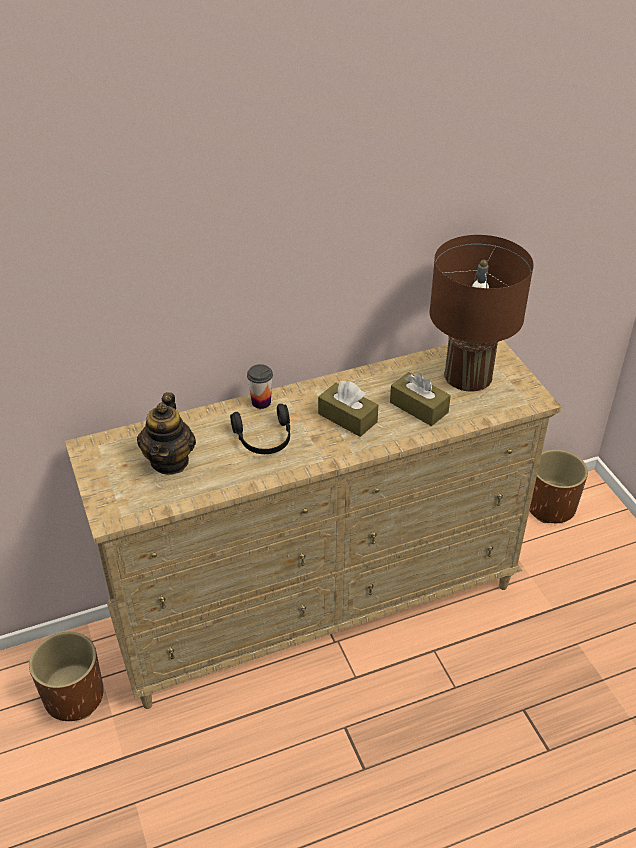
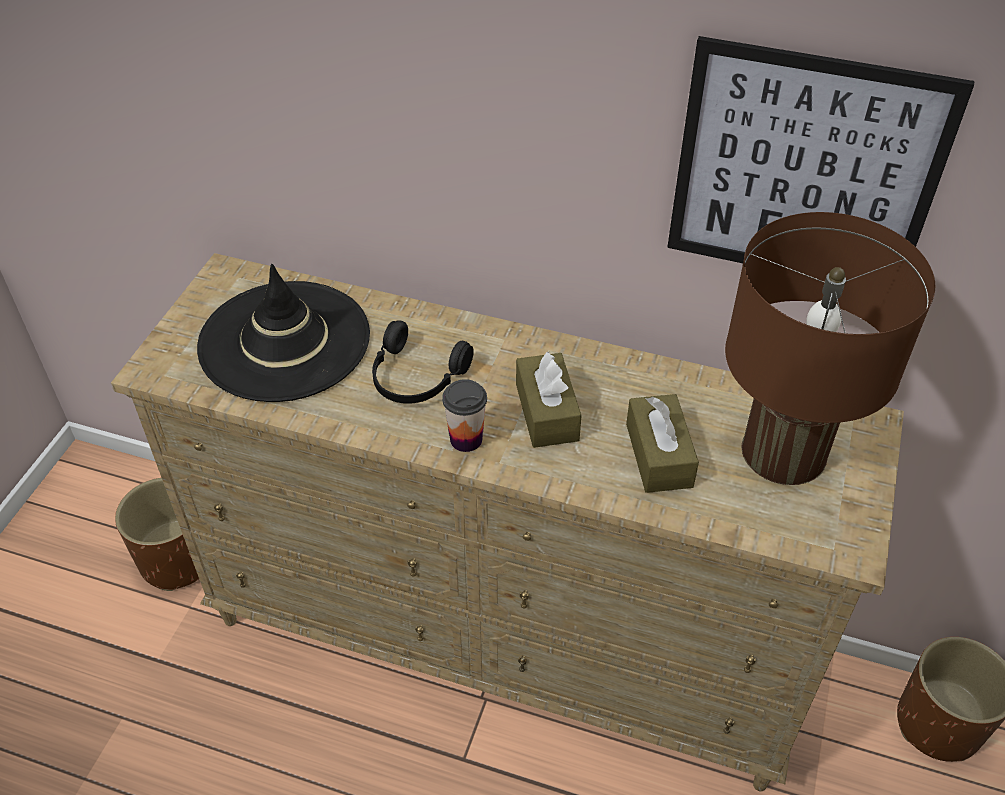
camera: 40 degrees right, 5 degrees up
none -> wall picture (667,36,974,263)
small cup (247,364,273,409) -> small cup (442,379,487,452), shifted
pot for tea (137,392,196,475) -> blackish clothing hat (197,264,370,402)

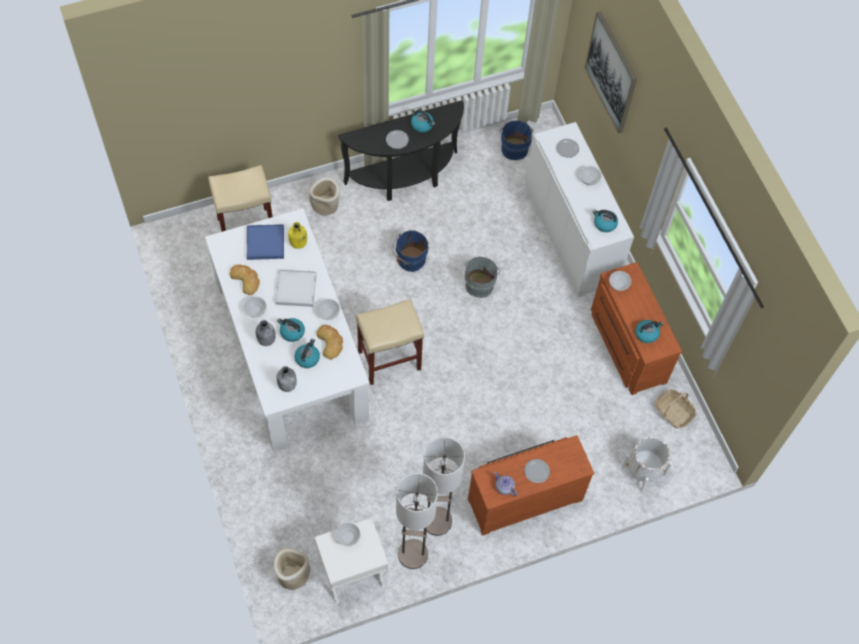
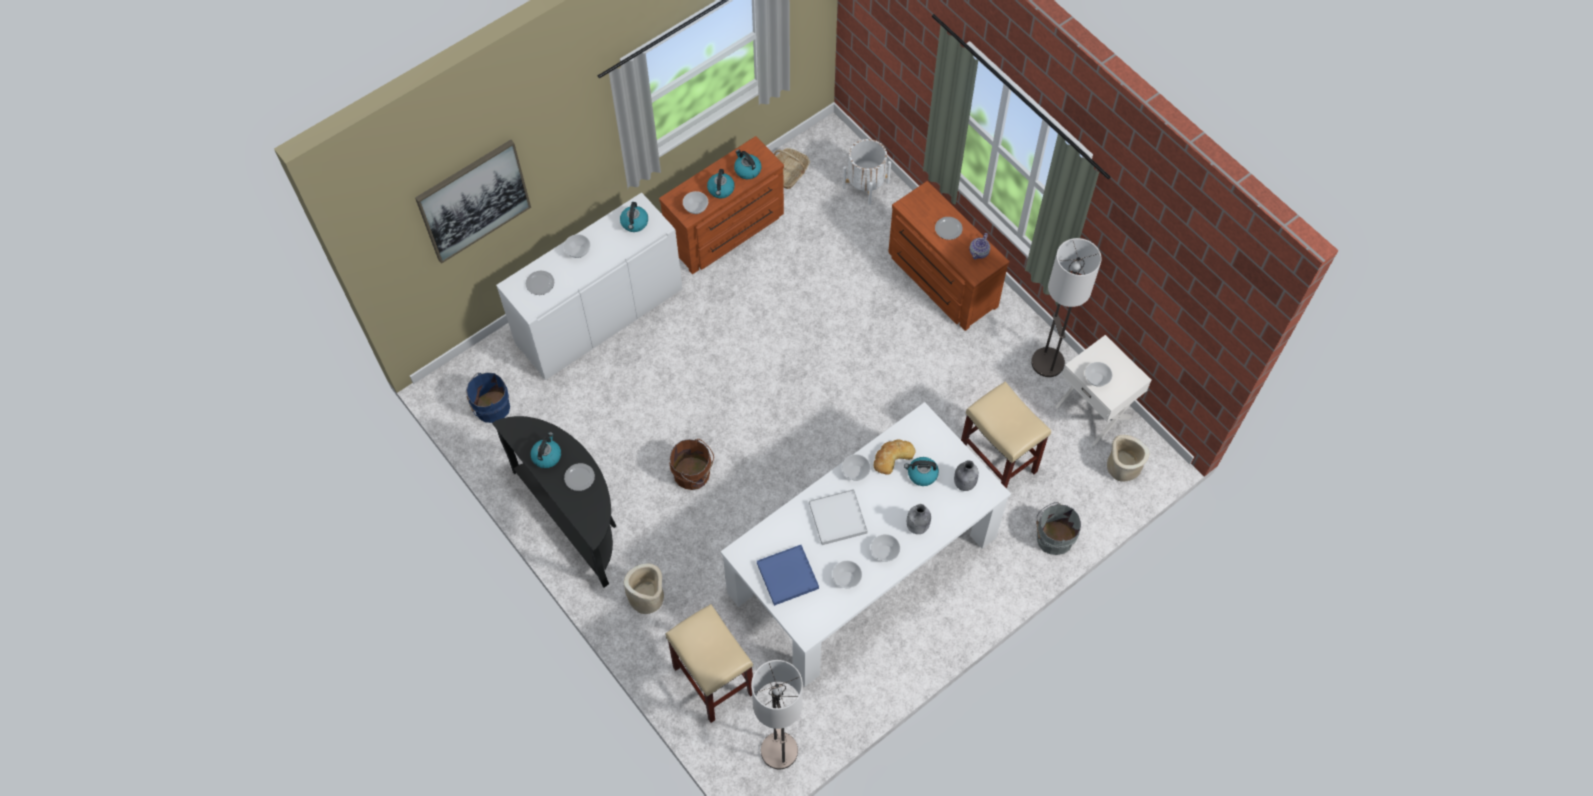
camera: 105 degrees left, 0 degrees up
yellow beverage bottle (288,222,307,249) -> none
tea kettle (277,318,305,342) -> tea kettle (707,169,735,198), shifted
beige stool (356,299,424,385) -> beige stool (961,382,1051,489), shifted
standing lamp (423,437,465,536) -> standing lamp (751,660,803,769), shifted
greyish pail (465,257,500,298) -> greyish pail (1036,502,1081,555), shifted
bread (230,265,260,295) -> serving bowl (833,561,862,588)
bluish pail (392,230,429,272) -> brown-coloured pail (670,439,714,490)

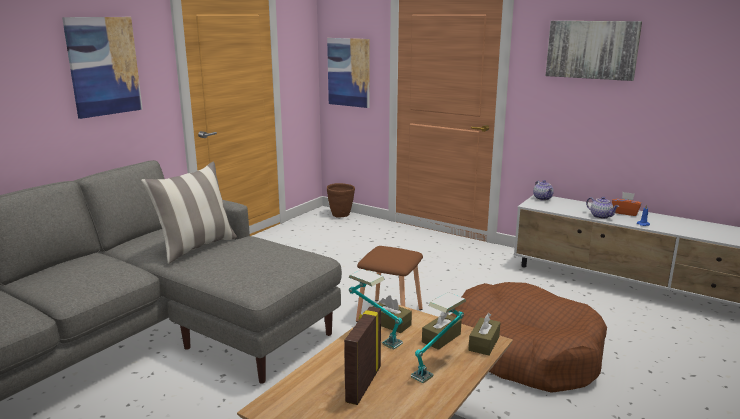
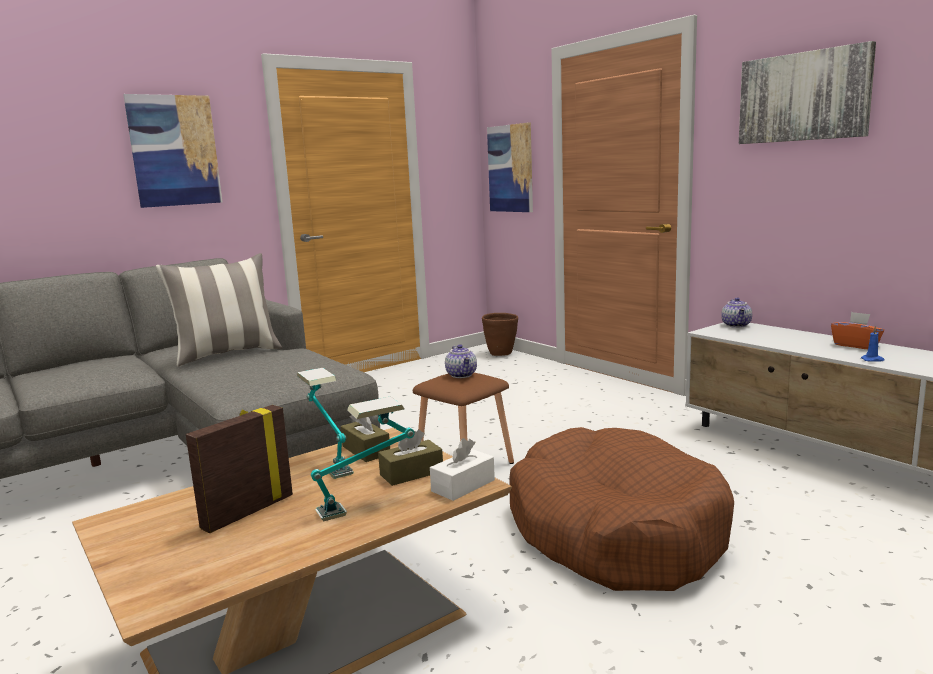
camera: 20 degrees right, 5 degrees down
pot for tea (586,197,619,219) -> pot for tea (445,344,477,378), shifted
brown-coloured tissue box (469,313,501,356) -> white-coloured tissue box (430,438,495,501)

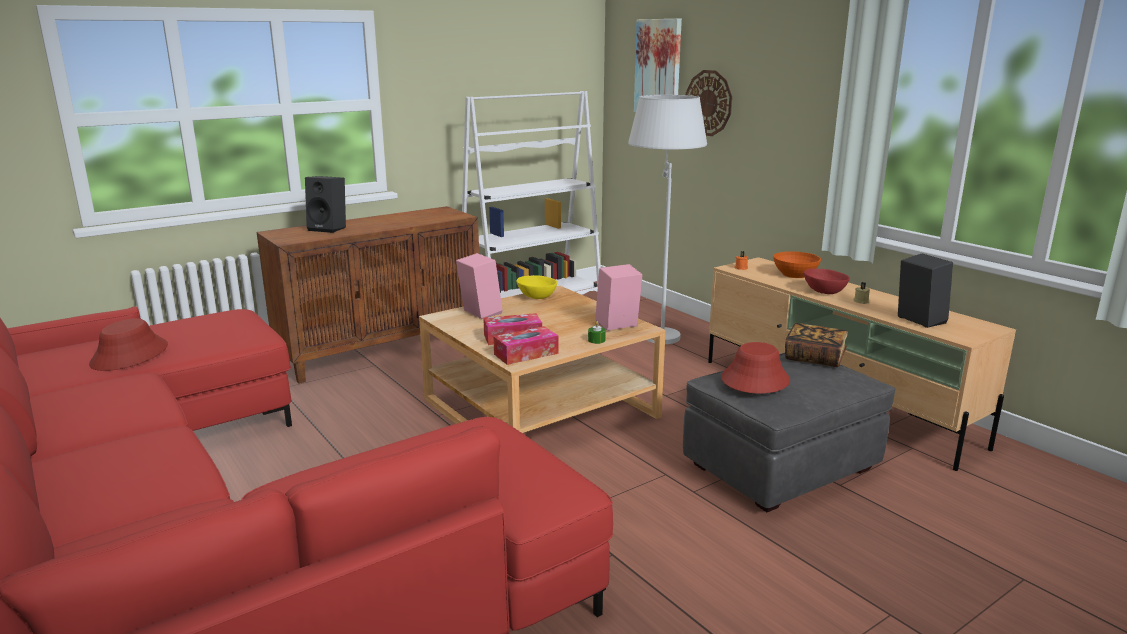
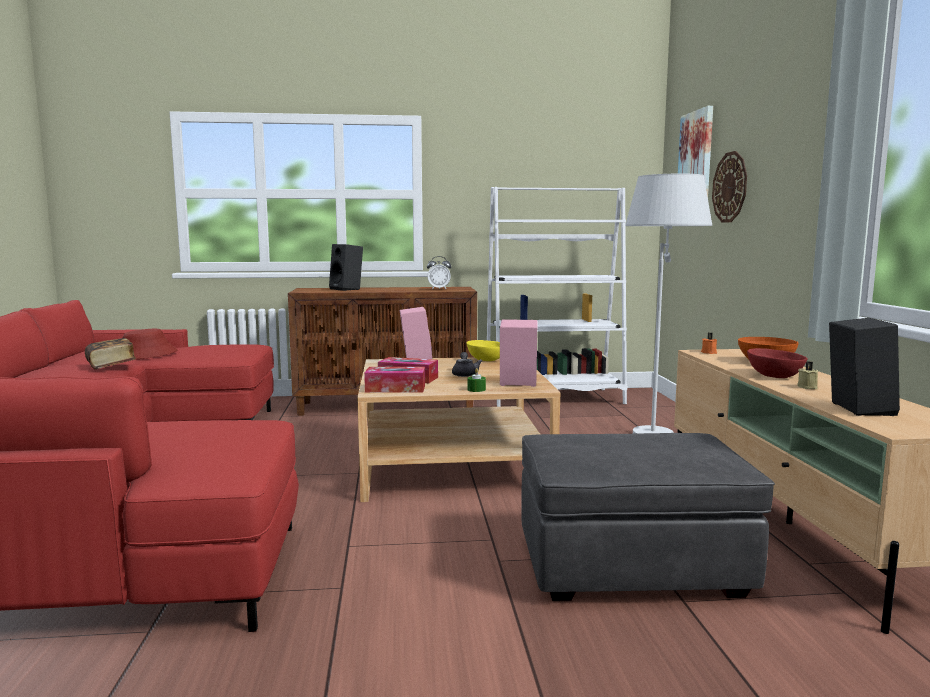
camera: 30 degrees right, 10 degrees down
red-coloured clothing hat (721,342,790,393) -> none
none -> alarm clock (427,256,451,290)
none -> greyish pot for tea (452,352,482,377)
book (785,323,848,367) -> book (85,338,136,369), shifted

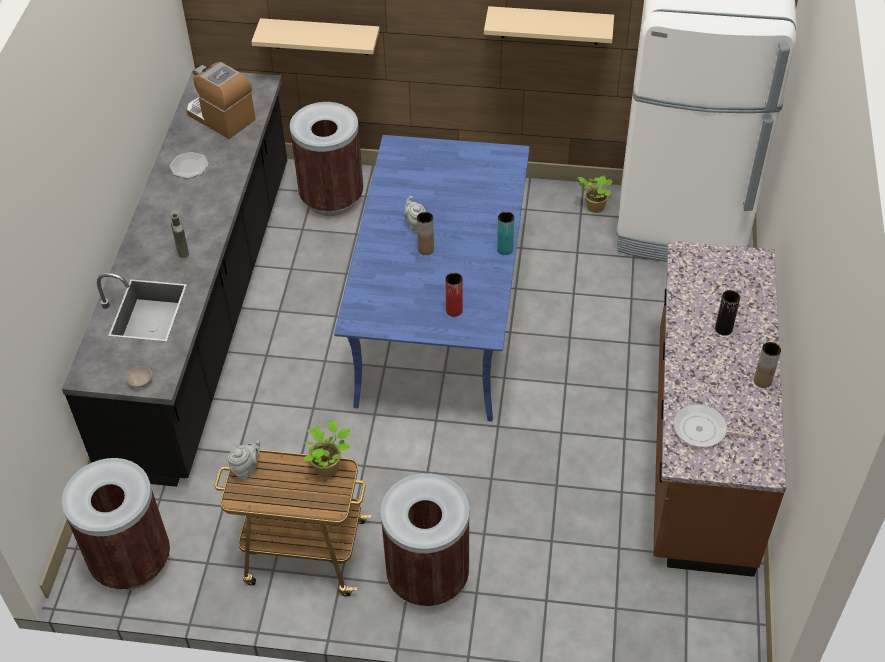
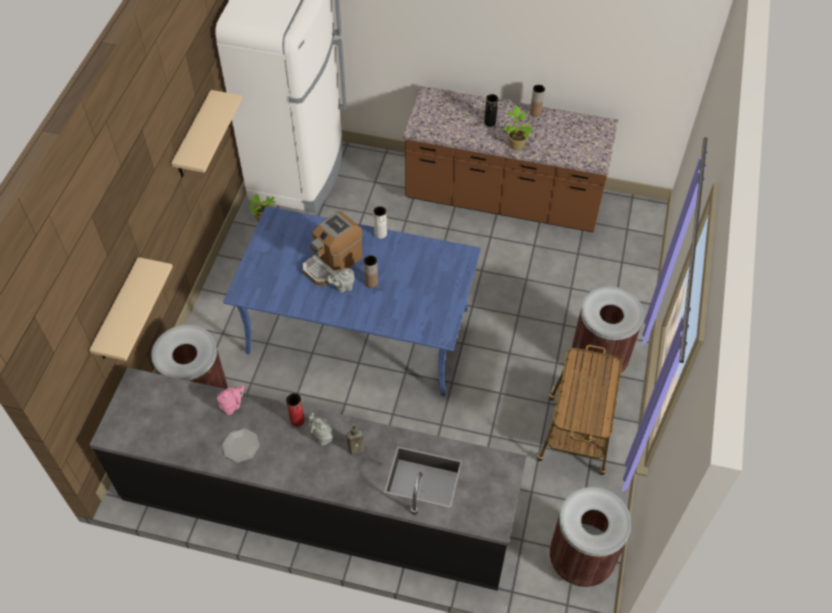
camera: 85 degrees left, 5 degrees up
beige serving bowl (126,366,152,388) -> none
frying pan (673,404,758,447) -> none
none -> pink-coloured pot for tea (217,385,244,415)
coffee brewer (187,62,256,139) -> coffee brewer (303,211,363,286), shifted
greyish pot for tea (228,441,260,480) -> greyish pot for tea (309,413,333,446), shifted
houseplant (304,420,350,478) -> houseplant (503,106,533,150), shifted
red-coloured flower vase (445,273,463,317) -> red-coloured flower vase (286,393,305,427), shifted
blue-green flower vase (497,212,514,255) -> white-coloured flower vase (373,206,387,239)

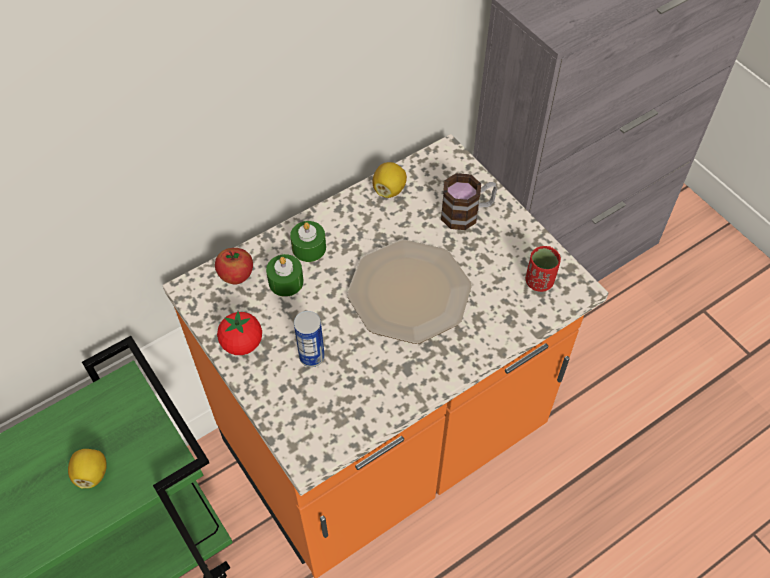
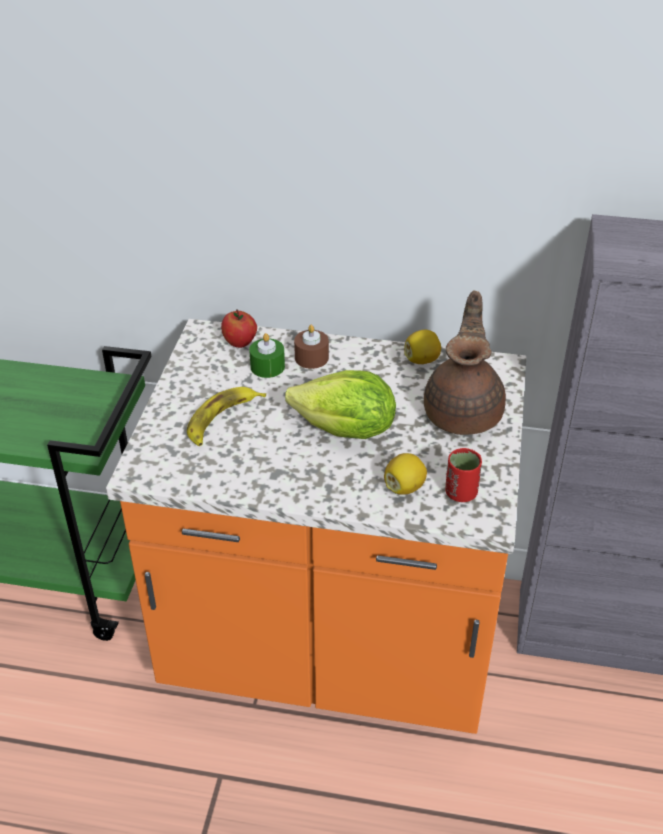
camera: 45 degrees right, 15 degrees down
whole tomato (217,311,262,355) -> none
lemon (68,449,107,489) -> lemon (384,453,427,495), shifted
can (294,311,325,367) -> banana fruit (187,387,266,446)
dinner plate (347,239,472,344) -> lettuce (285,370,396,439)
tea mug (441,173,497,230) -> brown-coloured pot for tea (424,290,506,435)
greenish wax candle (290,221,326,262) -> brown-coloured wax candle (294,325,329,369)

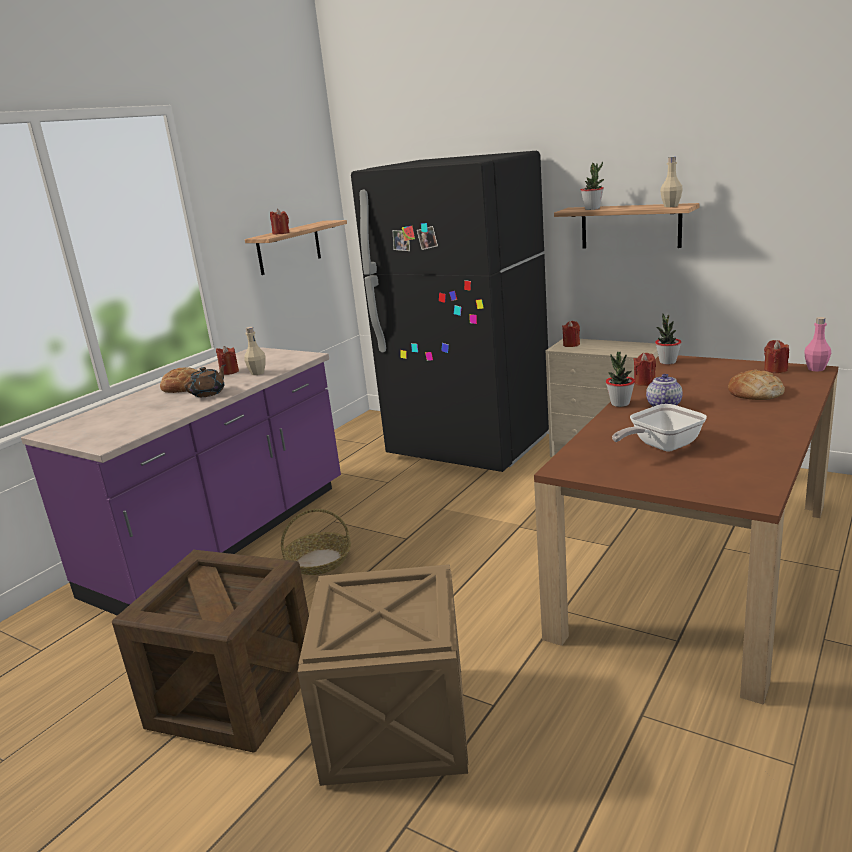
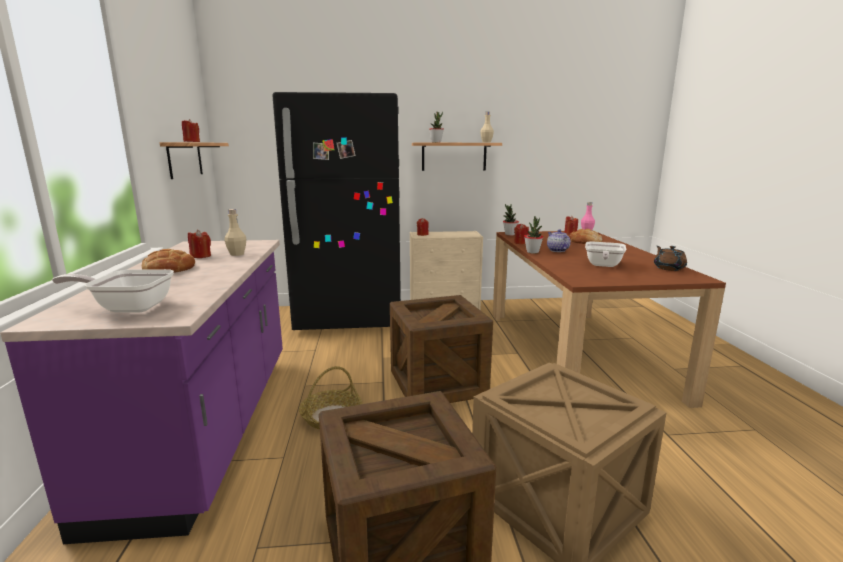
camera: 40 degrees left, 5 degrees down
none -> frying pan (52,269,174,312)
none -> crate (390,295,493,403)
brown-coloured pot for tea (184,364,226,397) -> brown-coloured pot for tea (654,246,687,271), shifted

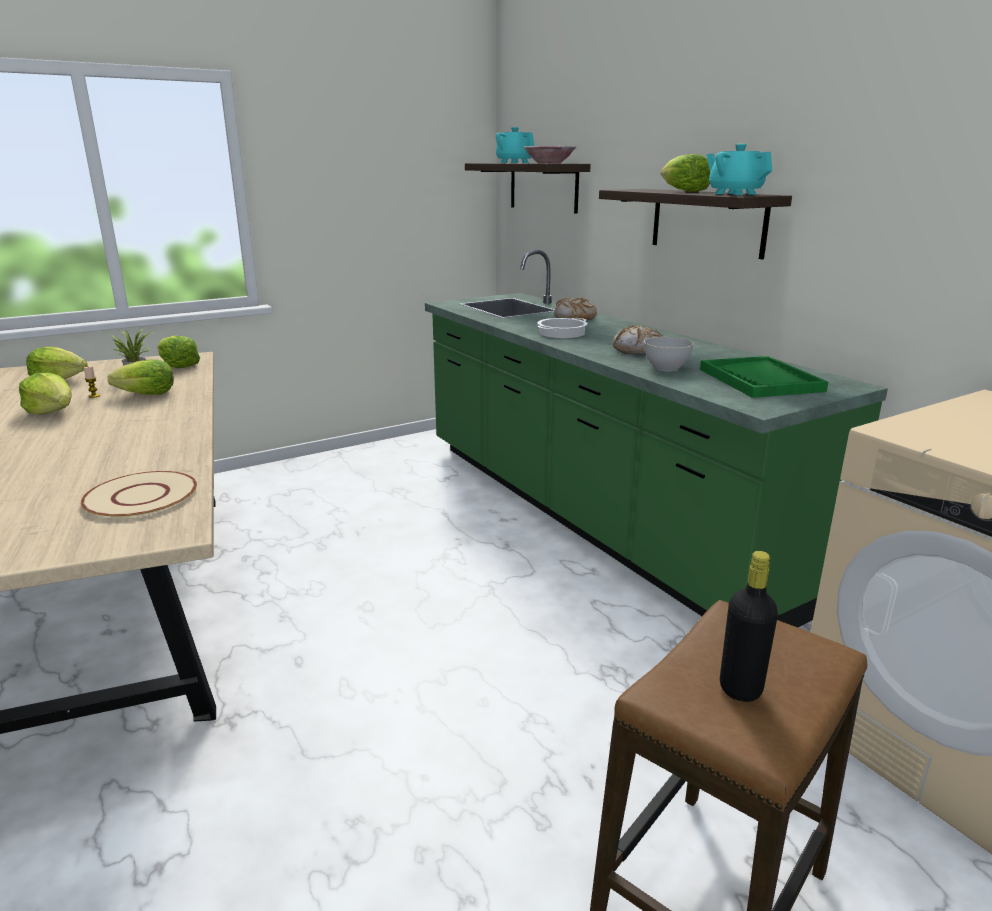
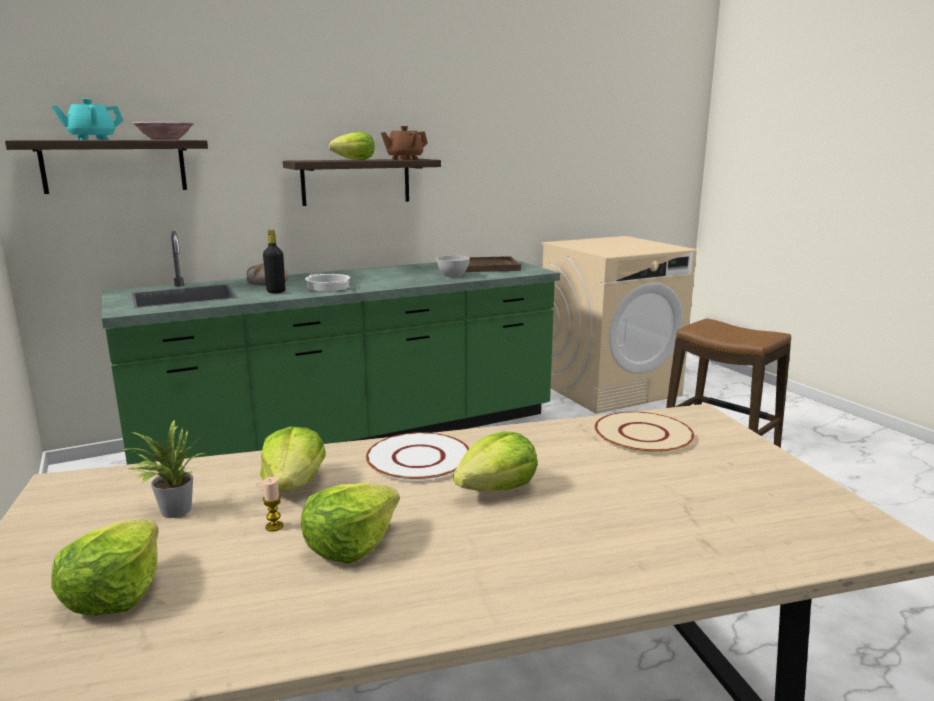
camera: 85 degrees left, 5 degrees down
bread (613,325,663,355) -> none
none -> white-coloured dinner plate (366,432,470,481)
lettuce (157,336,200,368) -> lettuce (453,431,538,491), shifted
blackish beverage bottle (720,551,778,702) -> blackish beverage bottle (263,229,285,293), shifted
greenish carrying tray (700,356,828,398) -> brown-coloured carrying tray (465,256,521,272)
blue-green pot for tea (706,144,772,195) -> brown-coloured pot for tea (381,126,428,160)

